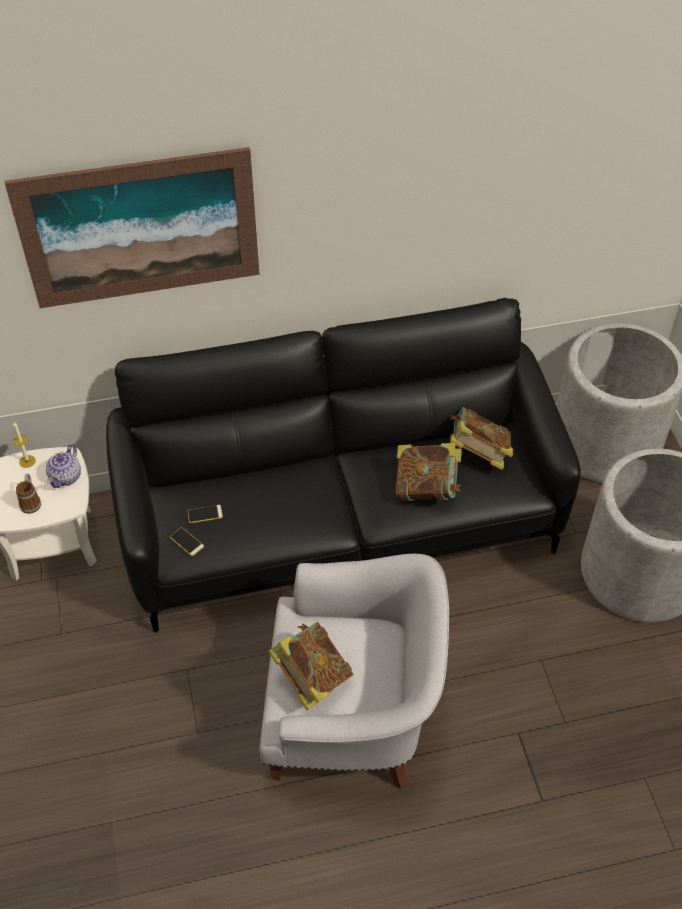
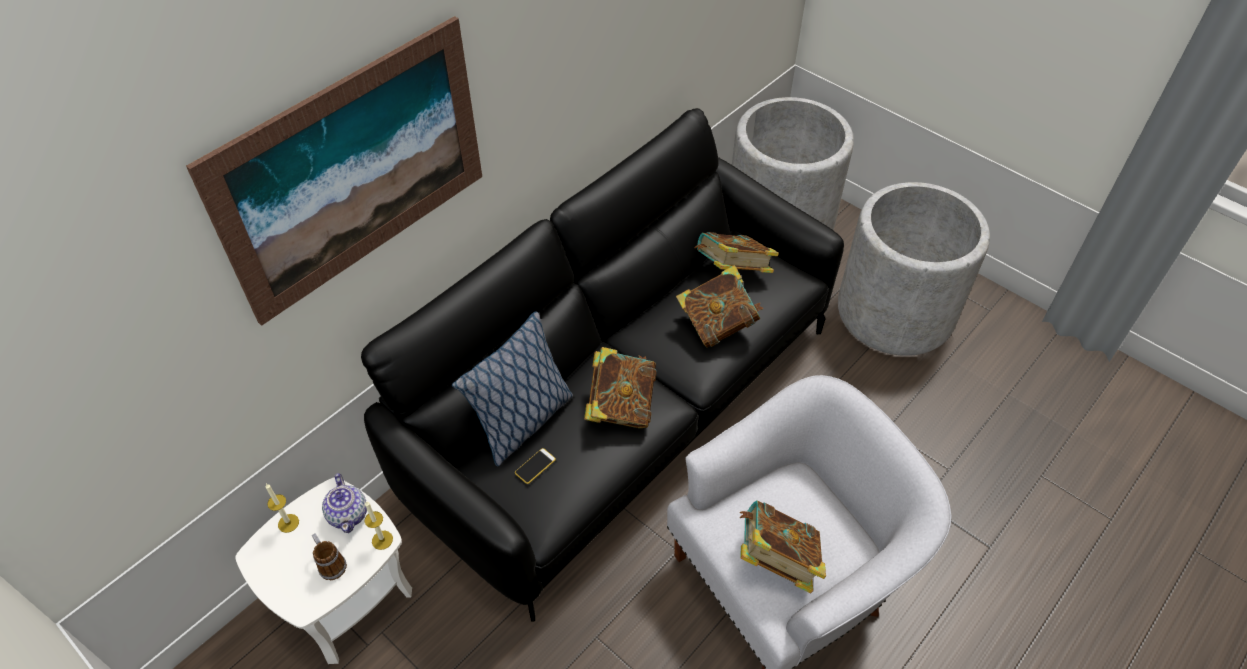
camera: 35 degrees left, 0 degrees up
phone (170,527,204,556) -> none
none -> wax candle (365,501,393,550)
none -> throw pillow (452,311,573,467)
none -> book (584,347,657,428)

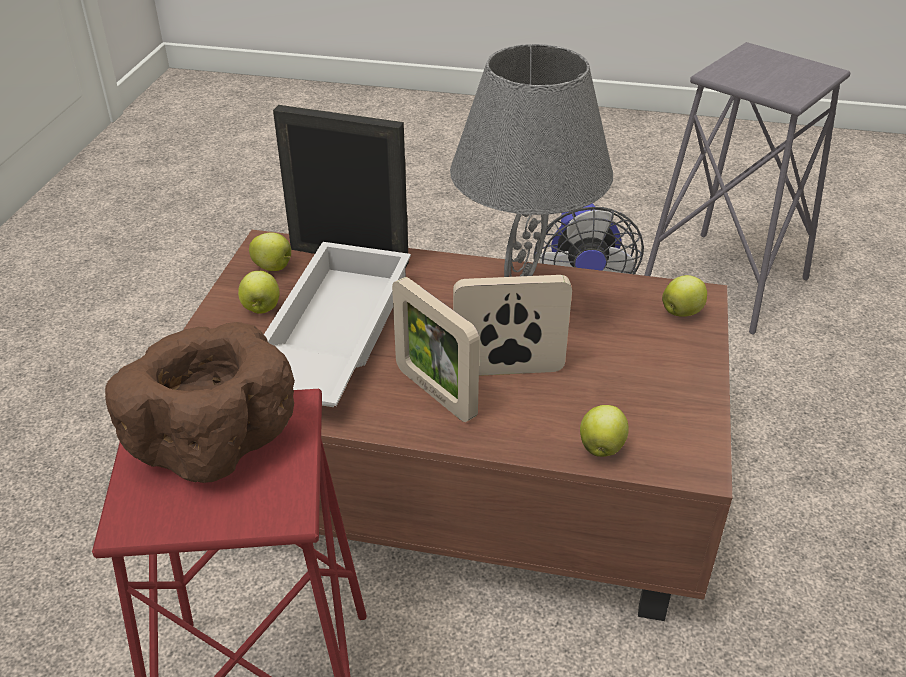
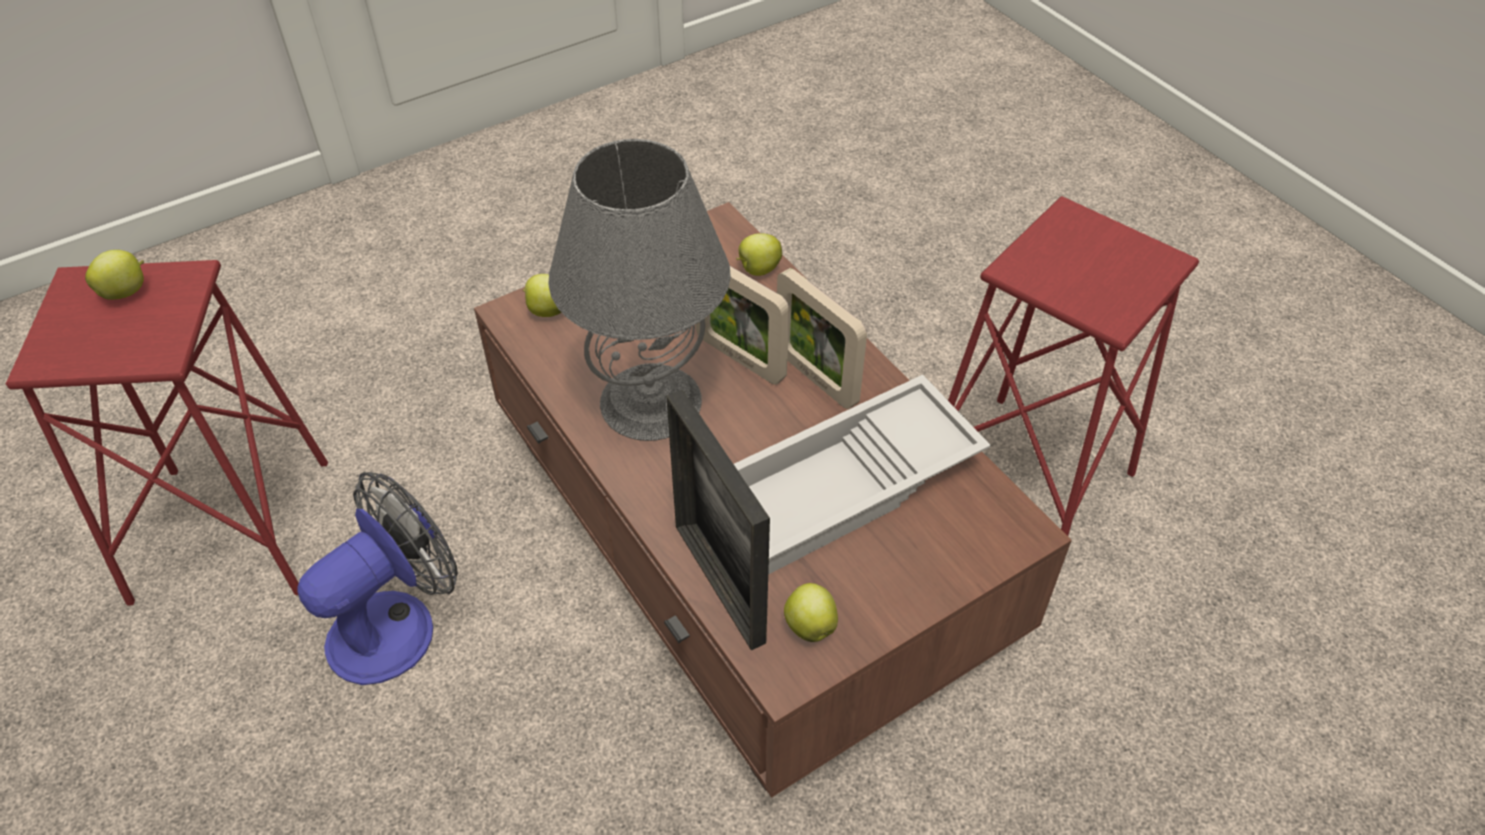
camera: 135 degrees left, 10 degrees up
brown-coloured serving bowl (105,322,295,483) -> none
whole apple (238,271,279,314) -> whole apple (85,250,144,300), shifted
greyish stool (644,42,850,335) -> red-coloured stool (6,260,328,606)
standing frame (392,277,480,422) -> standing frame (777,268,867,409), 135 degrees clockwise

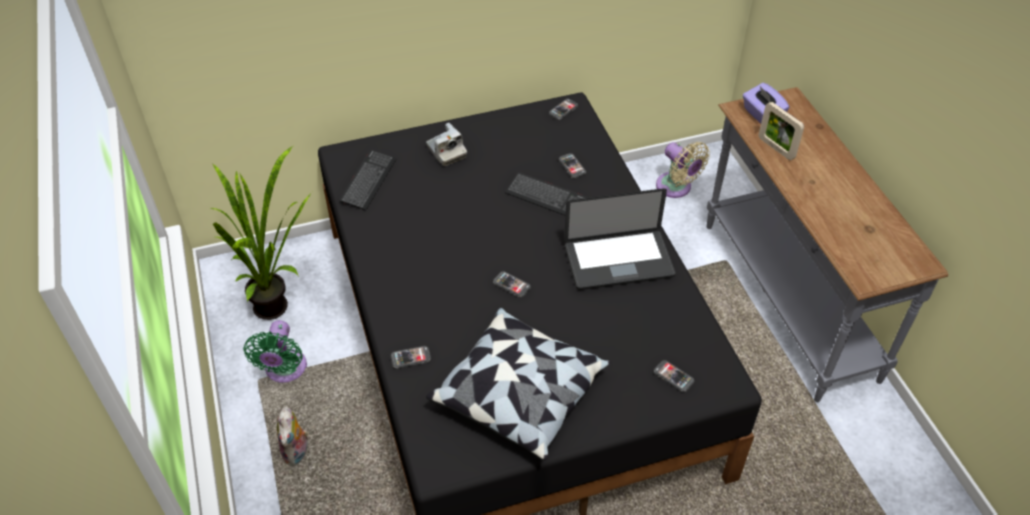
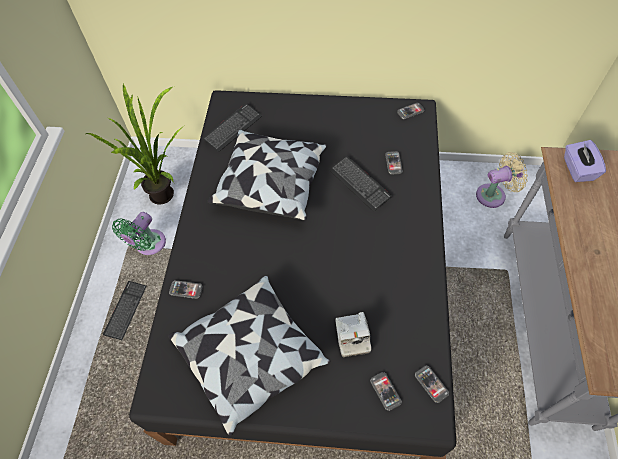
camera: 25 degrees right, 10 degrees up
laptop (564,188,676,290) -> none
standing frame (759,102,804,160) -> none
none -> throw pillow (207,130,327,221)
photo camera (426,123,467,166) -> photo camera (335,312,371,357), shifted
phone (493,271,530,297) -> phone (415,366,449,403), shifted
cuddly toy (277,407,309,466) -> PC keyboard (103,281,147,340)
beige fan (656,142,710,198) -> beige fan (476,152,528,208), 90 degrees counterclockwise

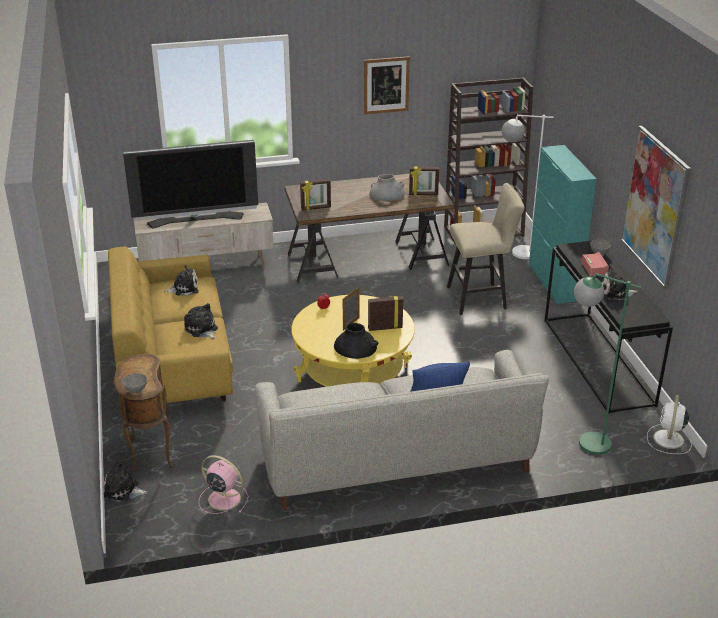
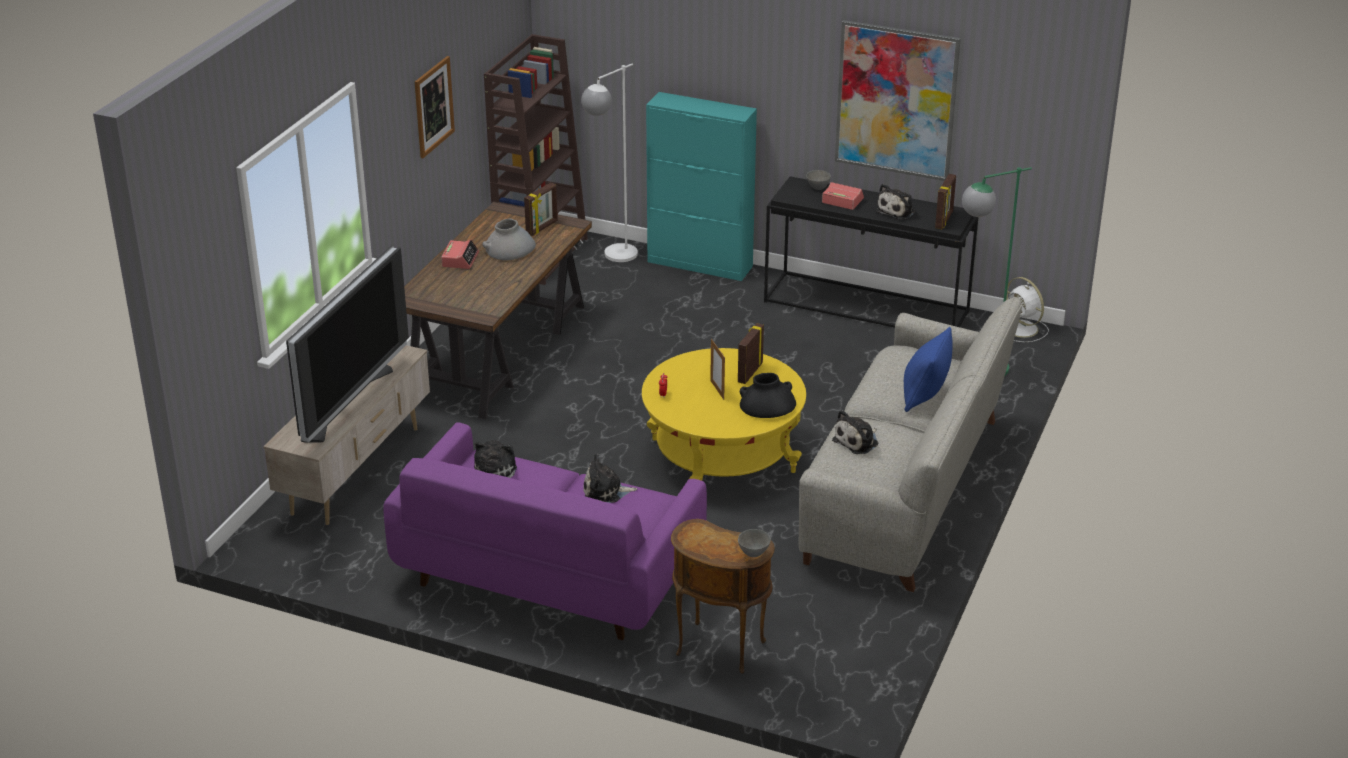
camera: 55 degrees left, 0 degrees up
pink-coloured fan (199,455,249,514) -> none
beige stool (447,183,524,315) -> none
none -> alarm clock (441,239,479,269)
cuddly toy (103,461,148,502) -> cuddly toy (832,410,878,454), shifted
standing frame (300,178,331,211) -> standing frame (935,174,956,229), shifted
yellow sofa (108,246,233,403) -> purple-coloured sofa (383,422,707,640)

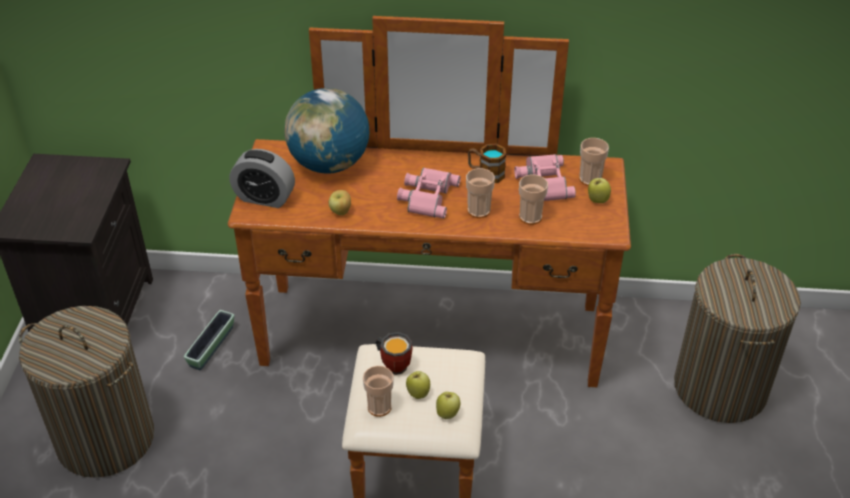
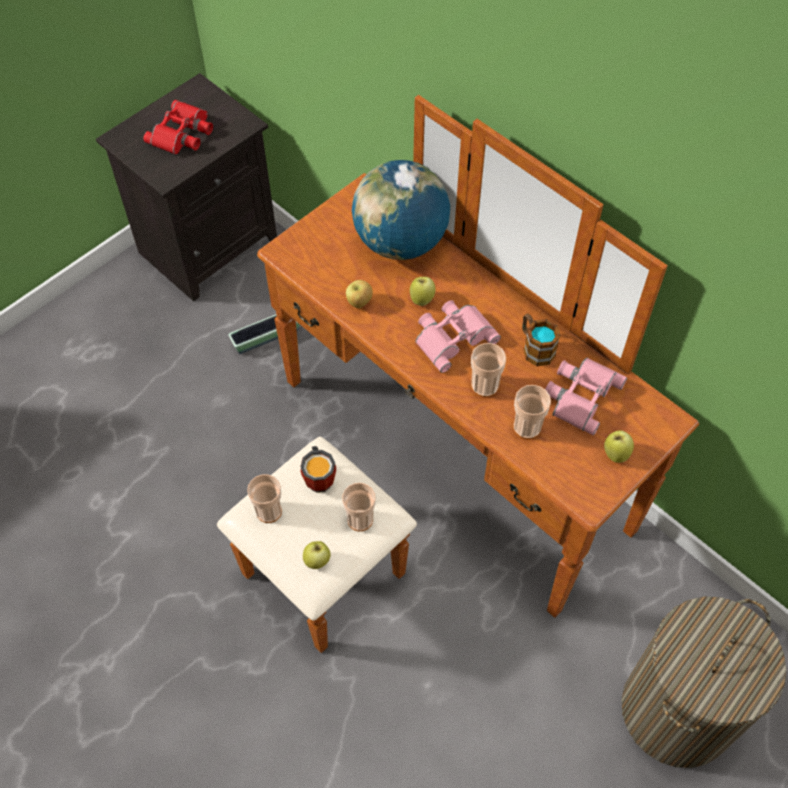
camera: 40 degrees right, 15 degrees up
hamper (19,306,154,478) -> none
alarm clock (230,149,295,208) -> none
none -> red-coloured field glasses (143,100,213,155)
whole apple (406,371,430,399) -> whole apple (410,277,435,306), shifted
small cup (579,138,609,186) -> small cup (342,483,376,532), shifted

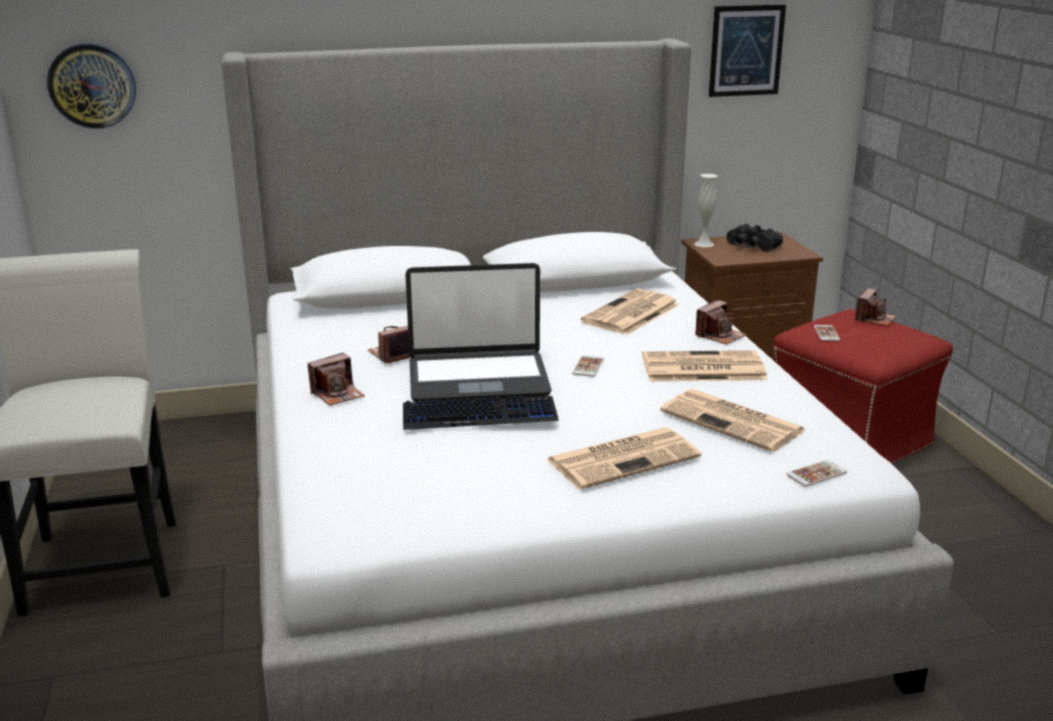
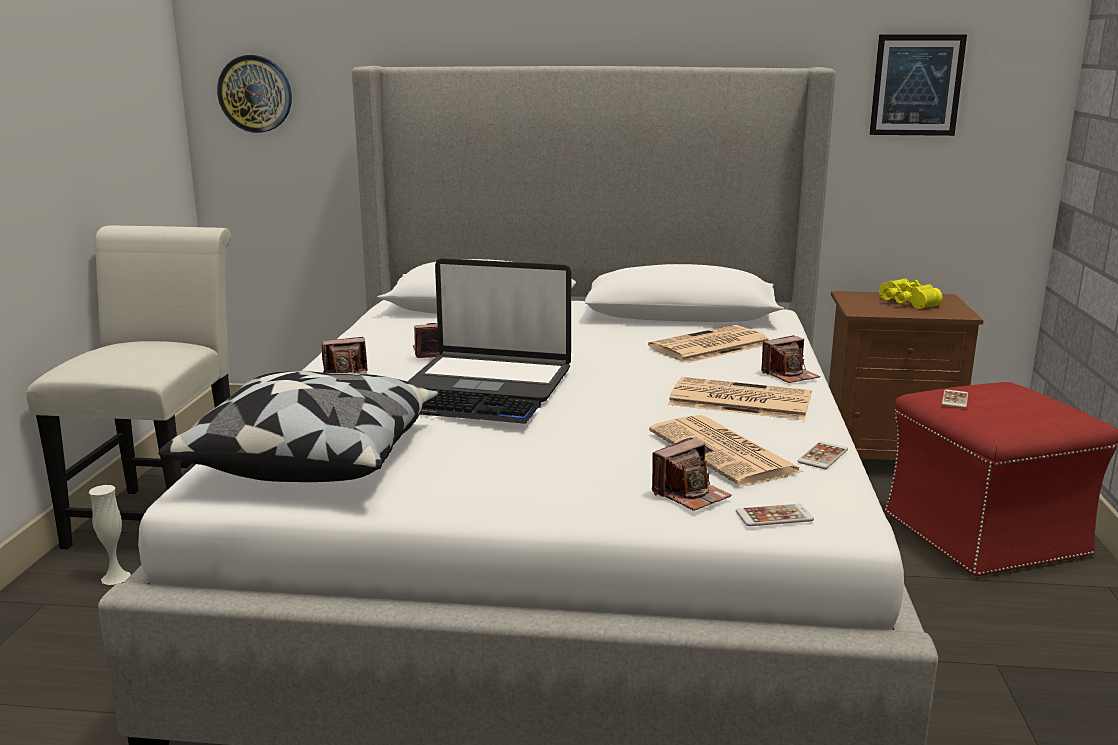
camera: 20 degrees right, 5 degrees down
newspaper (546,428,701,489) -> none
none -> throw pillow (158,371,439,482)
phone (572,355,604,377) -> phone (797,441,848,469), shifted
white-coloured flower vase (694,174,718,247) -> white-coloured flower vase (88,485,131,585), shifted
photo camera (855,288,896,326) -> photo camera (652,437,732,511), shifted
blackish field glasses (726,224,783,252) -> yellow field glasses (879,278,943,309)

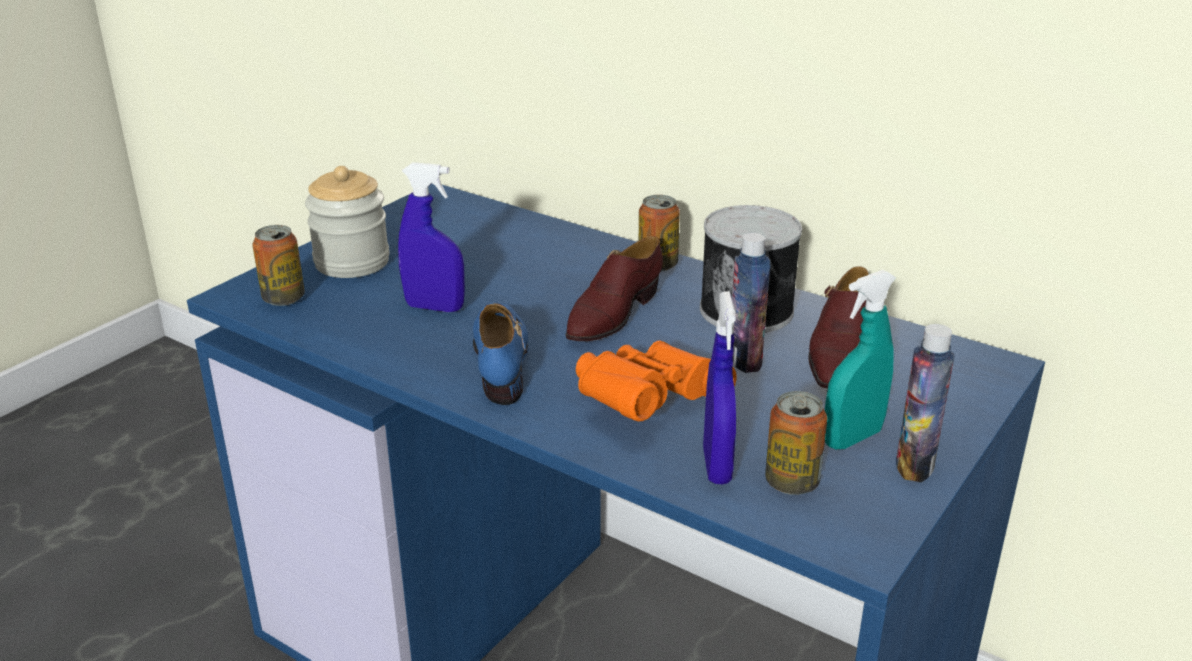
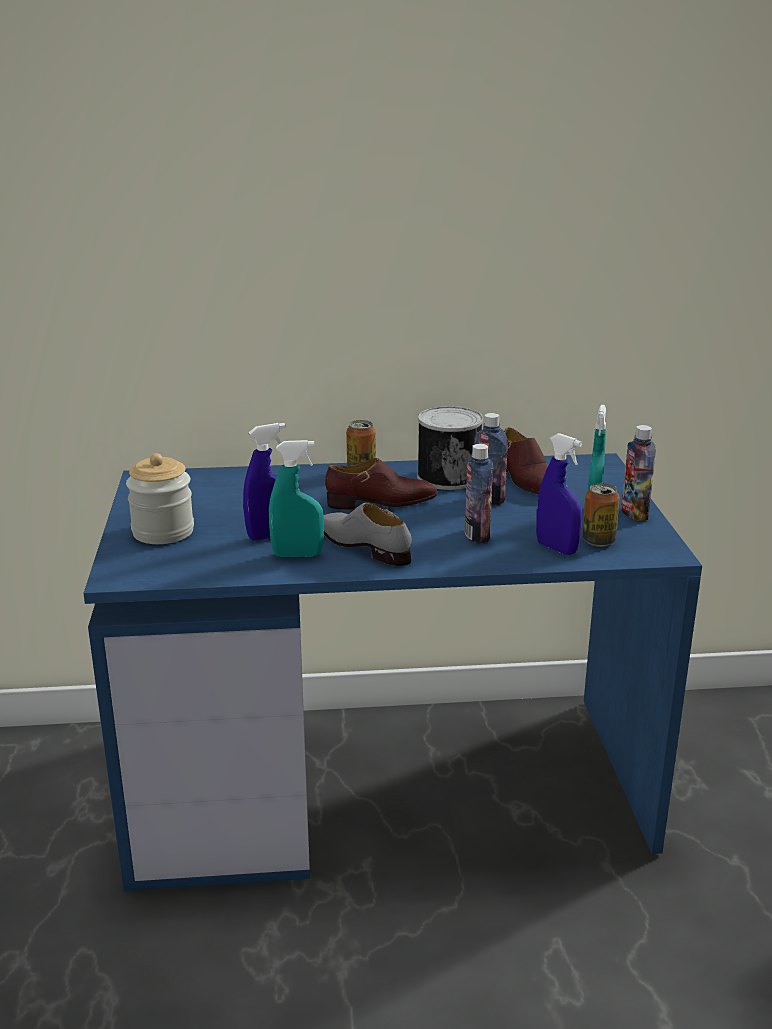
camera: 40 degrees left, 5 degrees down
can (252,225,305,306) -> none
none -> blue-green sprayer (269,440,324,557)
orange-coloured field glasses (576,340,737,422) -> beverage bottle (465,444,493,544)
bluish low shoe (473,303,528,405) -> greyish low shoe (324,503,412,566)
brown-coloured low shoe (566,236,663,341) -> brown-coloured low shoe (325,458,438,510), 90 degrees counterclockwise

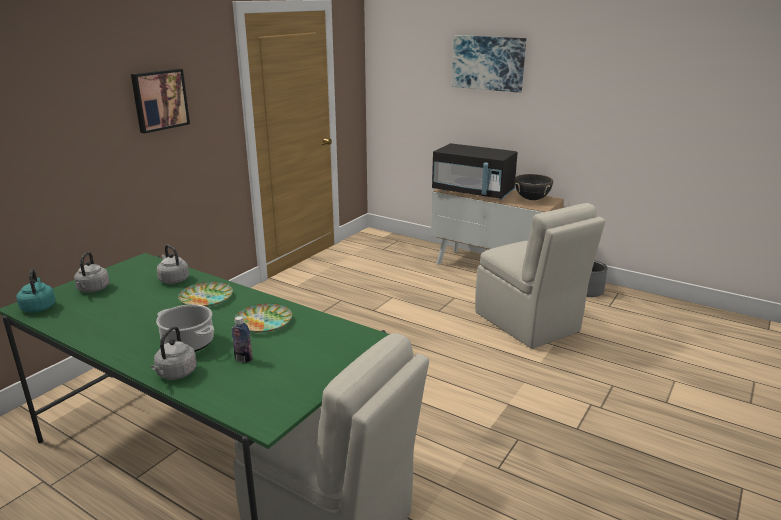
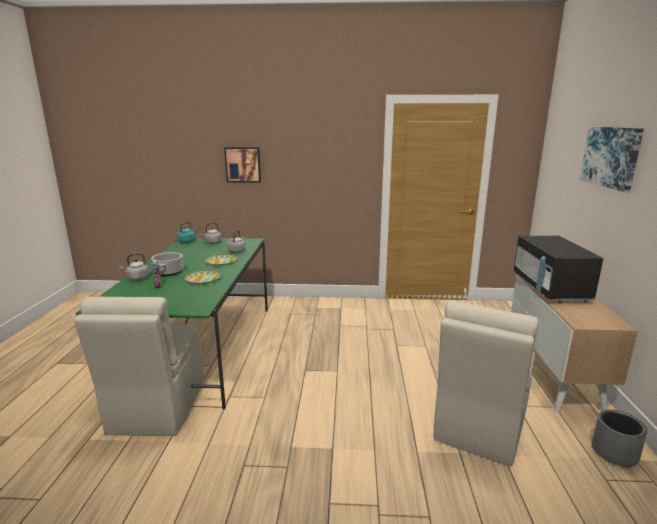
camera: 60 degrees right, 5 degrees down
blackish saucepot (515,174,553,200) -> none
wall picture (131,69,190,133) -> wall picture (224,147,261,183), shifted

